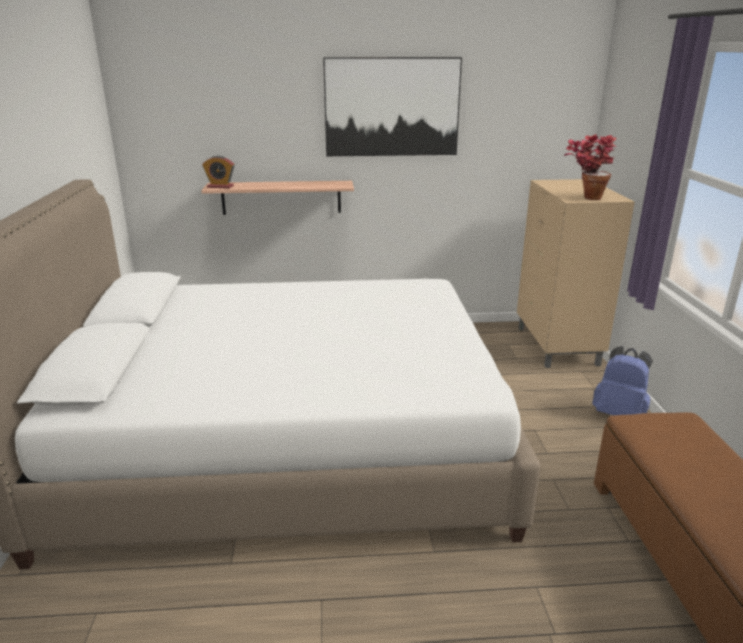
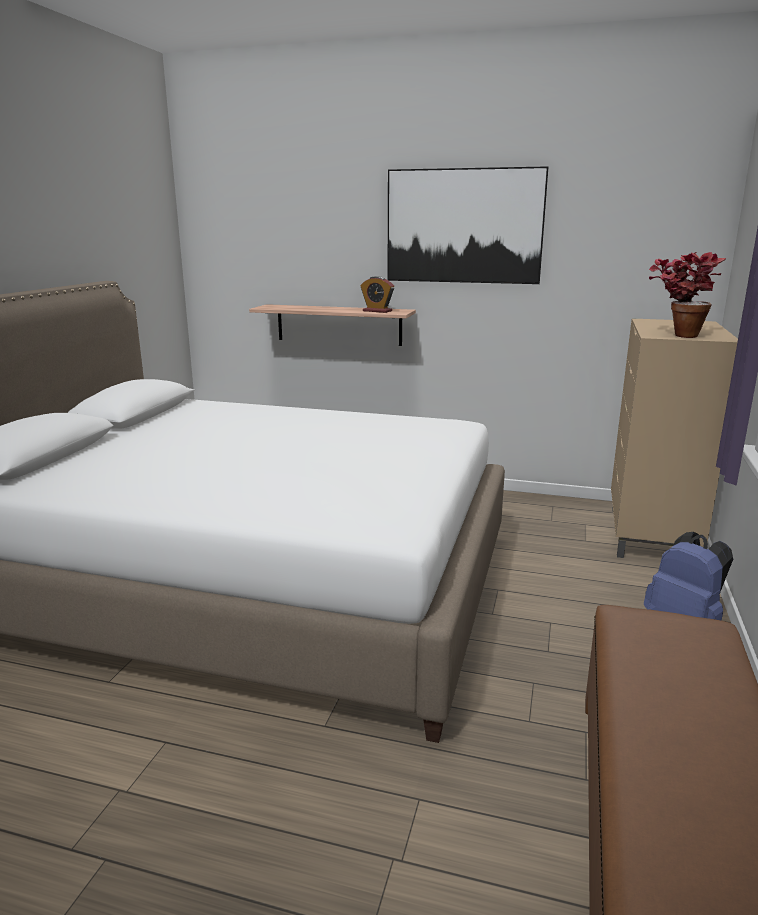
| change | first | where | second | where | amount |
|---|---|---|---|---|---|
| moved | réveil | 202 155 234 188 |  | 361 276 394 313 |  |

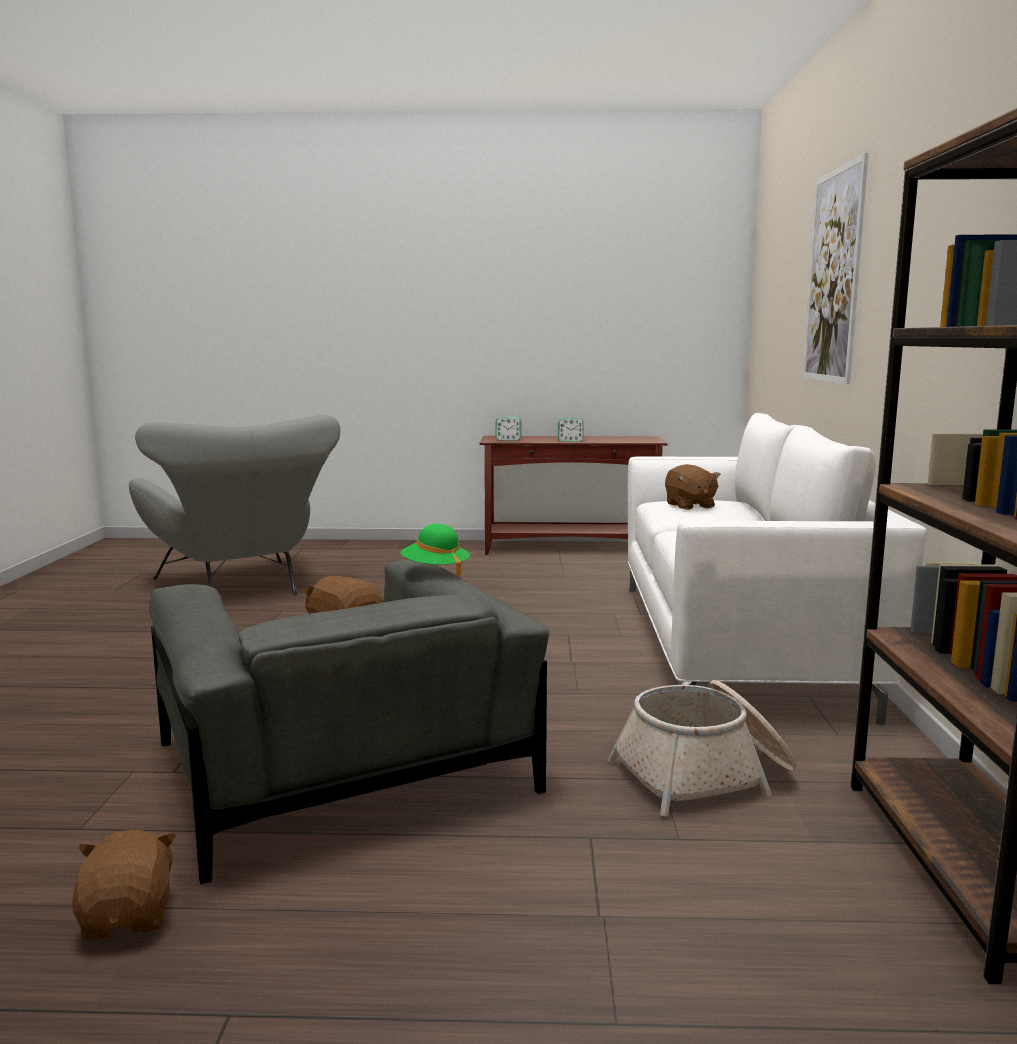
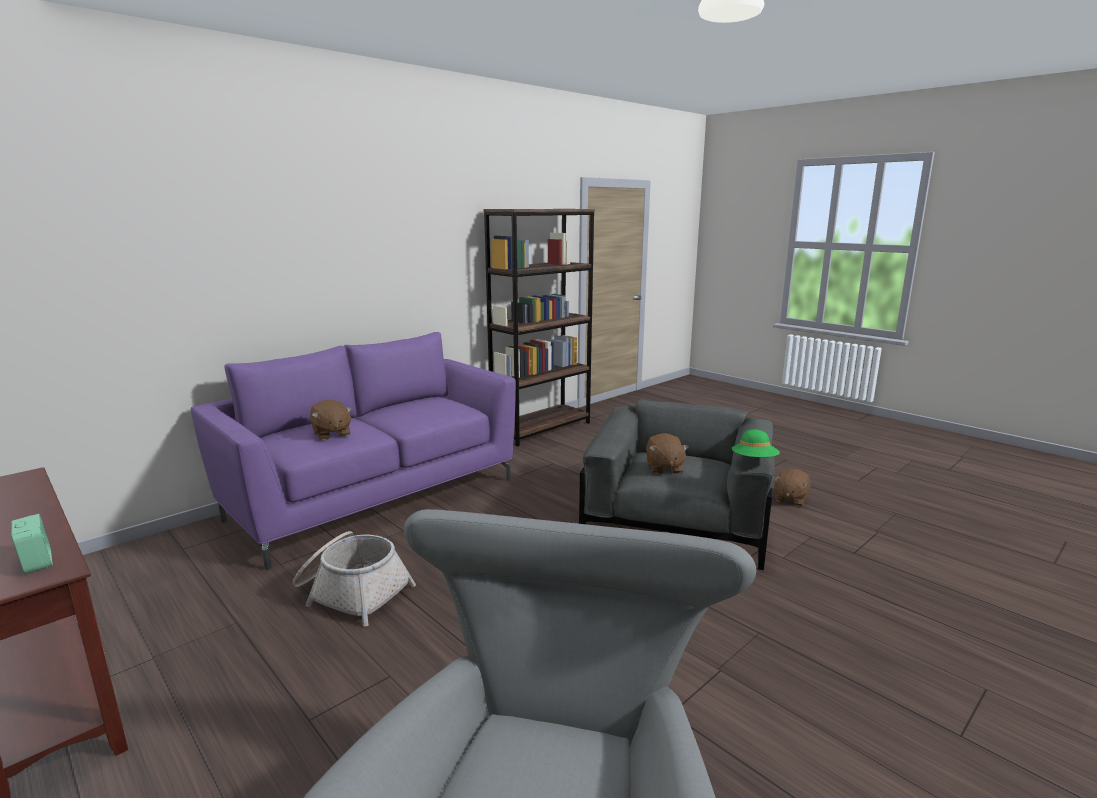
| change | first | where | second | where | amount |
|---|---|---|---|---|---|
| removed | réveil | 557 418 584 442 |  |  |  |
| removed | tableau | 802 153 868 384 |  |  |  |
| moved | chapeau [vert] | 401 524 470 577 |  | 732 430 780 457 |  |
| moved | panier | 608 680 797 817 |  | 293 531 416 627 |  |
| recoloured | canapé [blanc] | 628 413 927 725 | canapé [violet] | 191 332 516 570 |  |
| turned | peluche [marron] | 665 464 721 510 |  | 310 400 352 440 | 120 degrees clockwise |

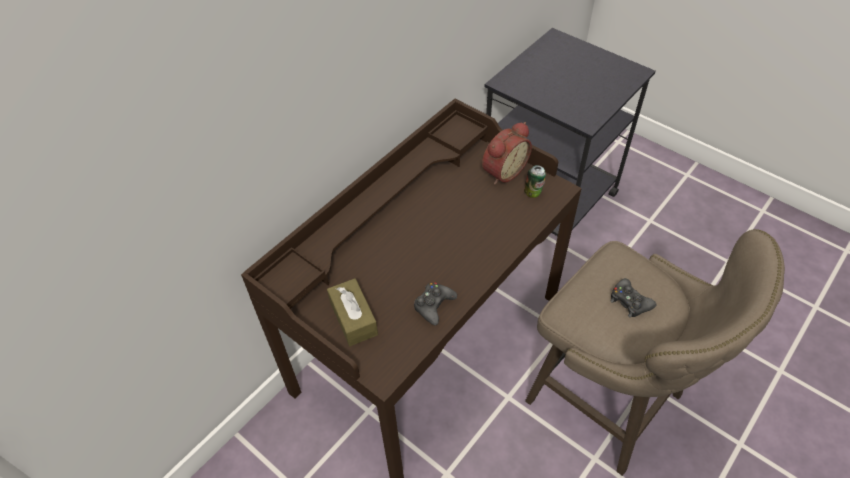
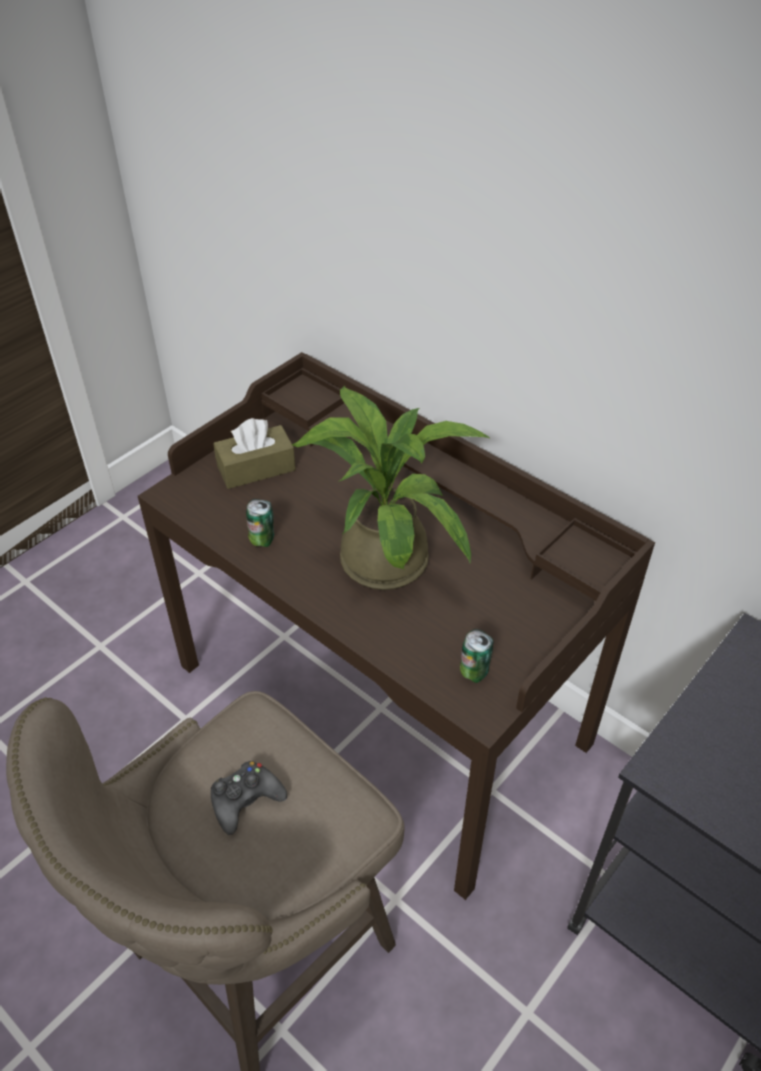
| change | first | where | second | where | amount |
|---|---|---|---|---|---|
| removed | réveil | 482 122 532 185 |  |  |  |
| added |  |  | plante en pot | 292 386 491 590 |  |
| replaced | manette [noir] | 414 283 457 326 | boîte métallique | 246 499 274 547 |  |

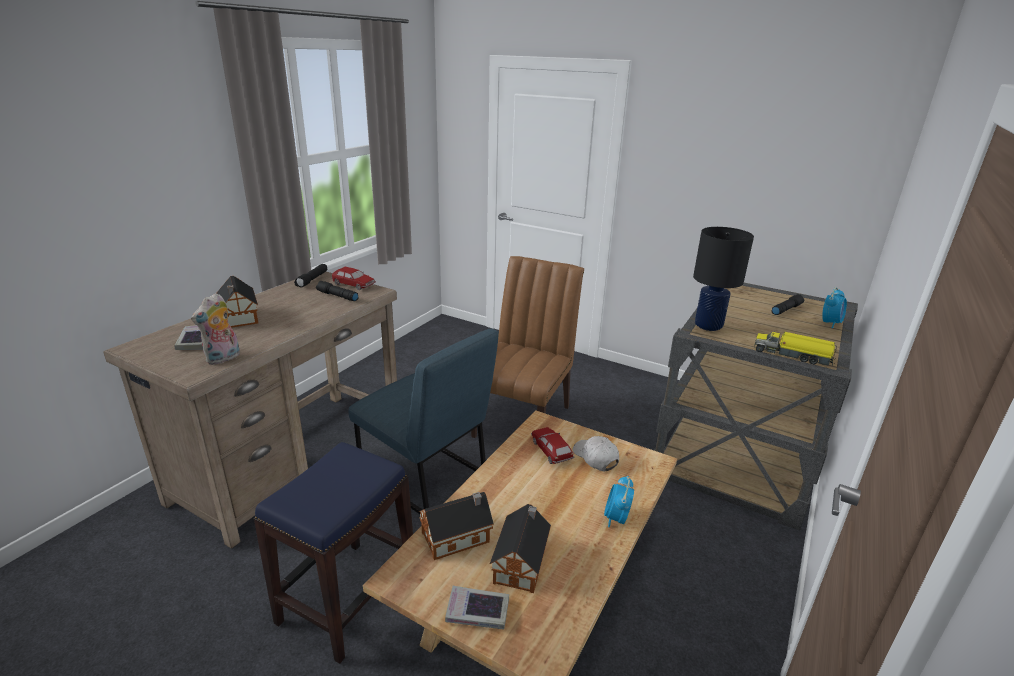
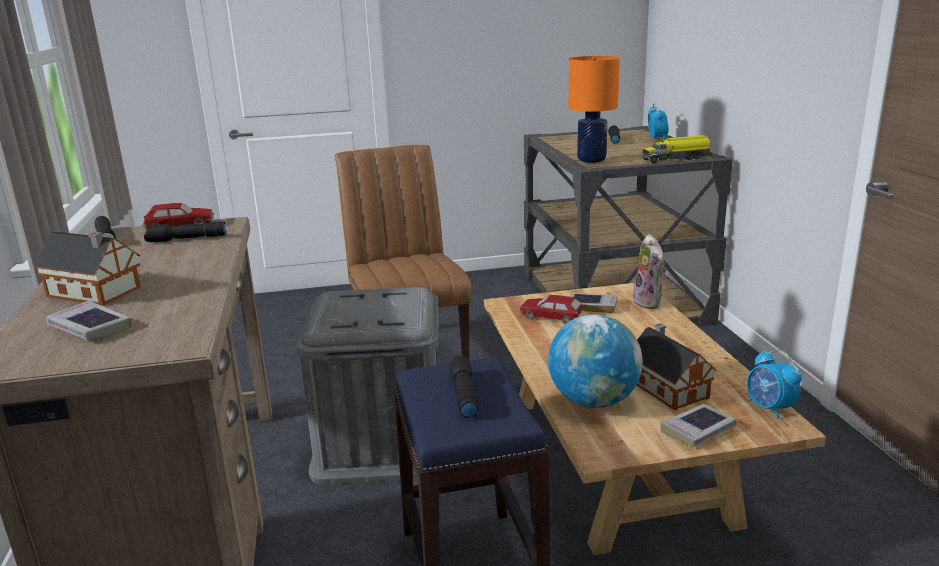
| change | first | where | second | where | amount |
|---|---|---|---|---|---|
| added |  |  | lampe de poche [noir] | 450 355 478 418 |  |
| moved | peluche | 191 293 240 365 |  | 633 234 666 309 |  |
| moved | réveil | 604 475 634 527 |  | 747 350 802 419 |  |
| replaced | chaise [bleu] | 348 328 499 514 | boîte de rangement [gris] | 296 287 439 484 |  |
| replaced | maison miniature | 419 492 494 560 | globe | 548 314 643 408 |  |
| replaced | casquette [blanc] | 573 436 619 472 | livre | 570 292 618 313 |  |
| recoloured | lampe de table [noir] | 693 227 754 331 | lampe de table [orange] | 568 56 620 163 |  |

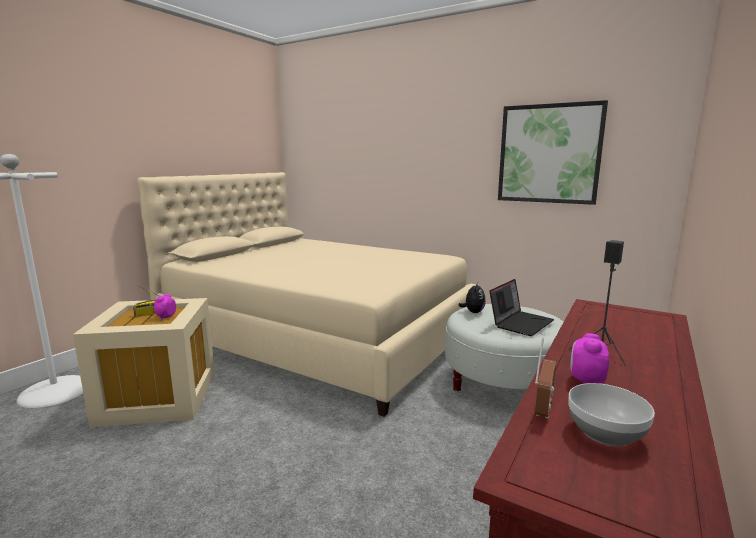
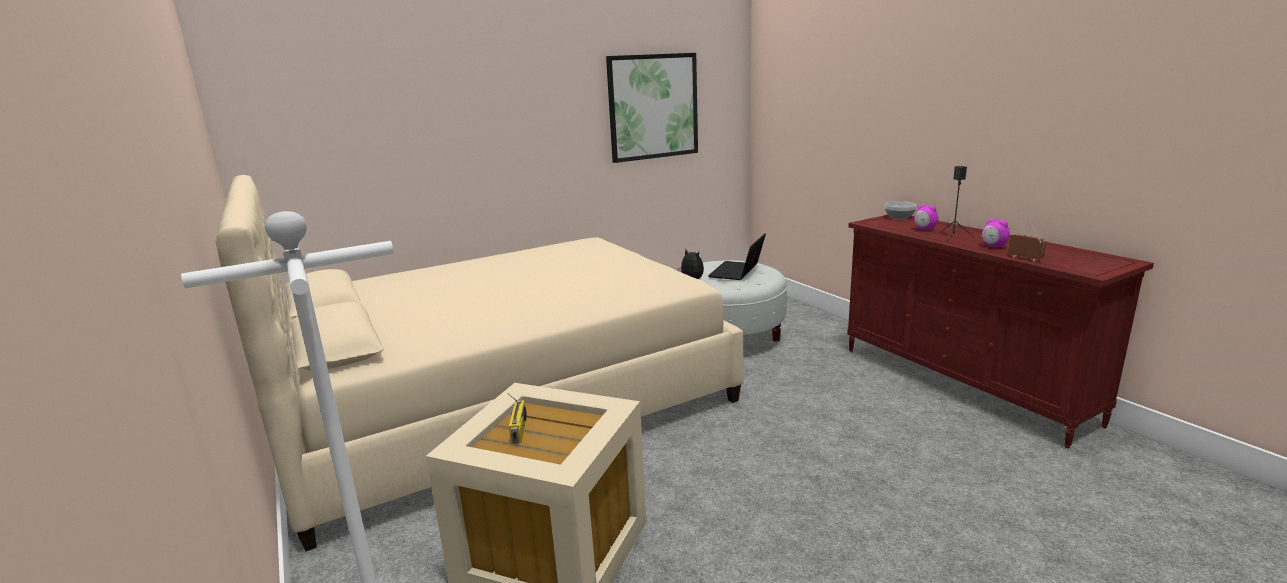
| change | first | where | second | where | amount |
|---|---|---|---|---|---|
| moved | réveil | 154 294 176 319 |  | 914 205 938 230 |  |
| moved | bol | 568 383 655 446 |  | 885 201 916 219 |  |
| turned | ordinateur portable | 489 279 554 336 |  | 708 234 766 280 | 135 degrees counterclockwise |

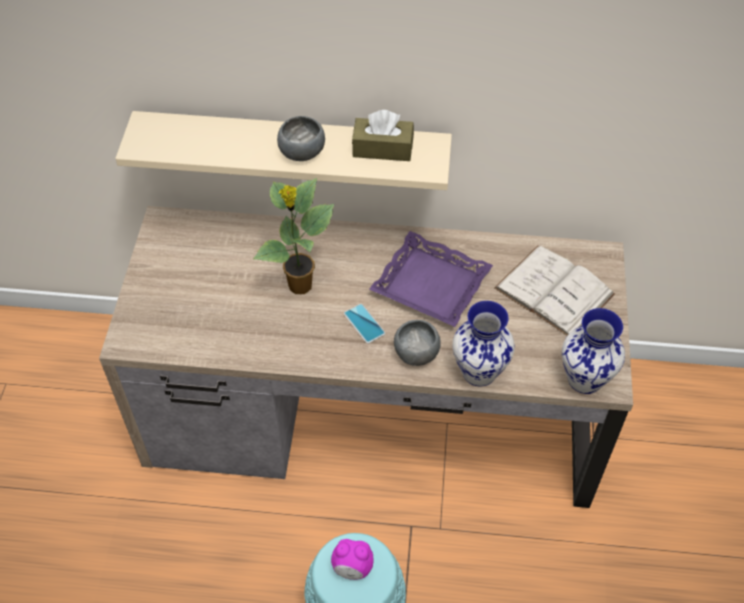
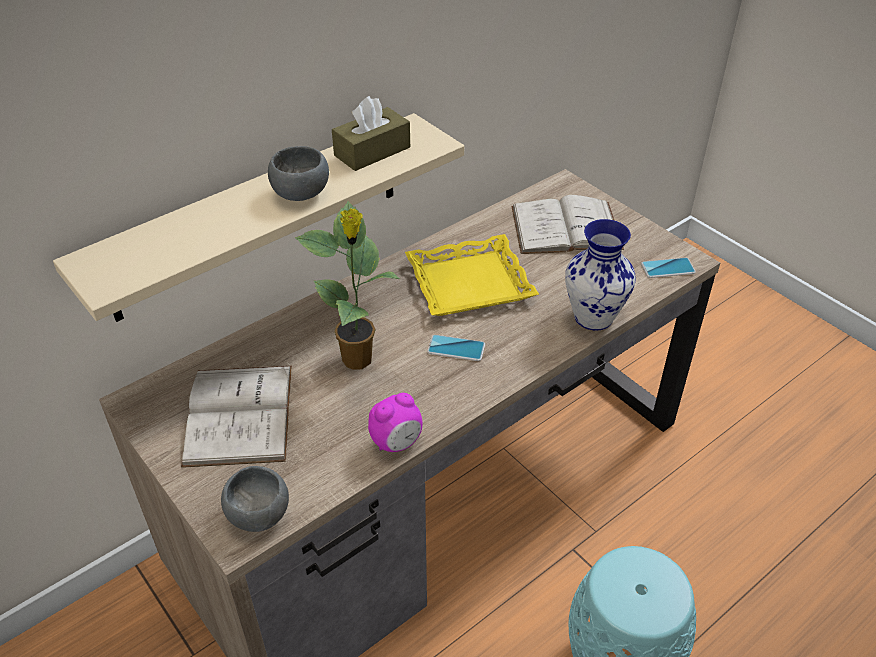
| change | first | where | second | where | amount |
|---|---|---|---|---|---|
| added |  |  | livre [blanc] | 181 366 292 468 |  |
| moved | réveil | 331 539 373 580 |  | 368 393 423 452 |  |
| moved | bol [gris] | 394 320 441 366 |  | 221 466 289 532 |  |
| replaced | vase | 562 308 625 394 | téléphone | 641 258 696 278 |  |
| recoloured | plateau [violet] | 369 231 493 327 | plateau [jaune] | 405 234 539 316 |  |

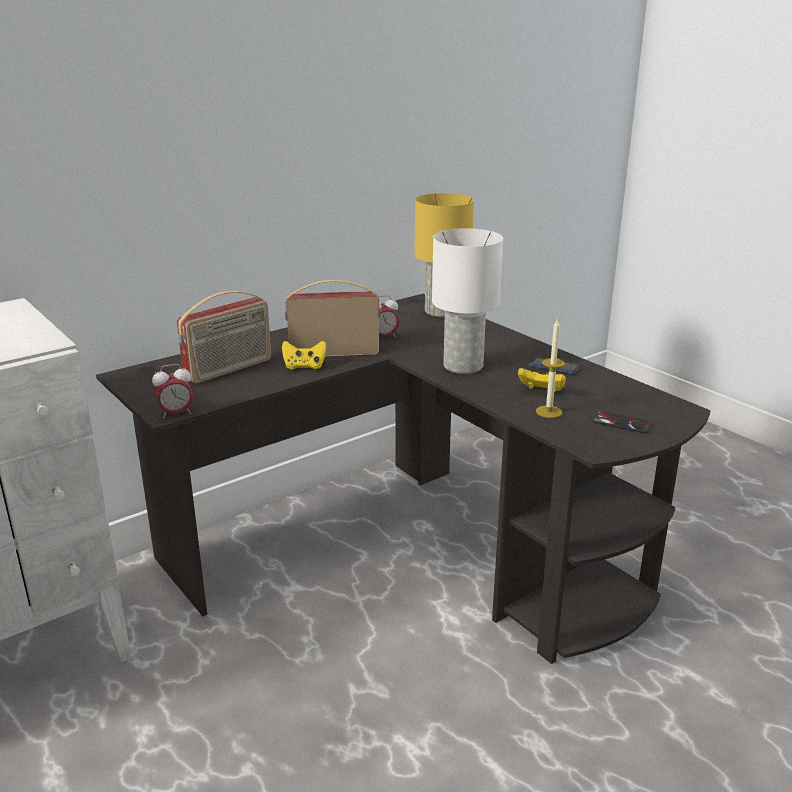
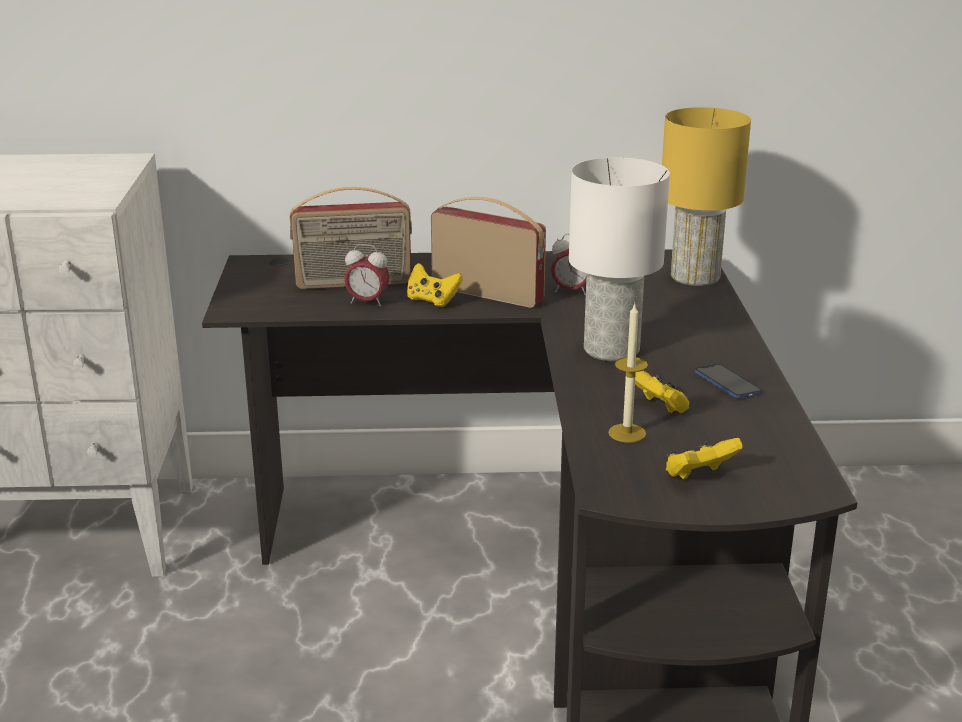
| change | first | where | second | where | amount |
|---|---|---|---|---|---|
| moved | réveil | 152 364 193 419 |  | 344 244 389 306 |  |
| replaced | téléphone | 593 411 652 433 | manette [jaune] | 666 438 743 479 |  |

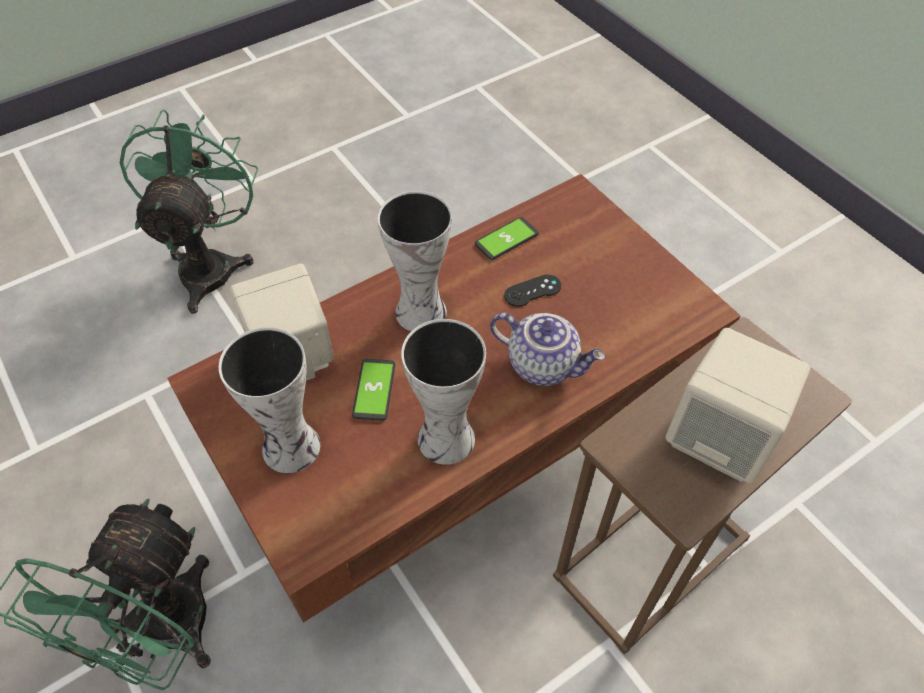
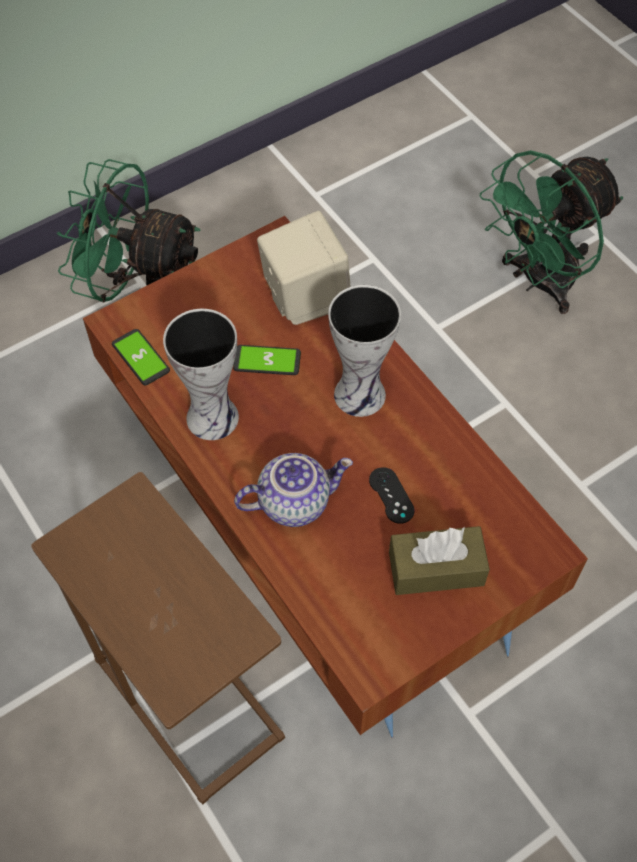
| change | first | where | second | where | amount |
|---|---|---|---|---|---|
| removed | vase | 218 327 321 473 |  |  |  |
| removed | enceinte [beige] | 666 328 810 483 |  |  |  |
| added |  |  | boîte à mouchoirs [marron] | 389 526 490 595 |  |
| moved | téléphone | 475 217 539 260 |  | 112 329 170 385 |  |
| turned | ventilateur [vert] | 120 110 258 314 |  | 479 150 623 314 | 135 degrees clockwise |
| turned | théière | 490 312 605 386 |  | 234 453 353 527 | 135 degrees counterclockwise |

